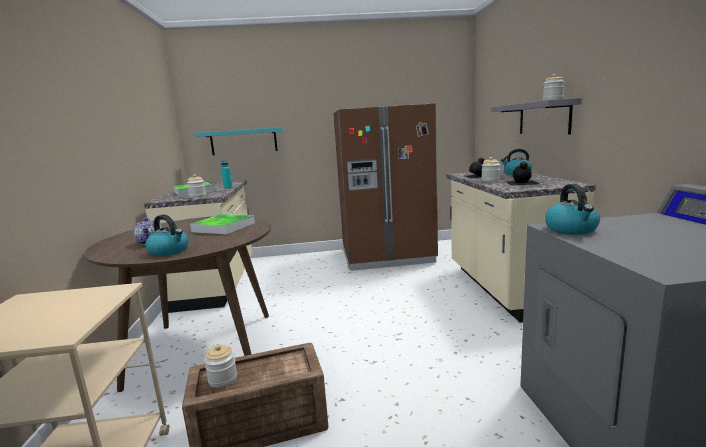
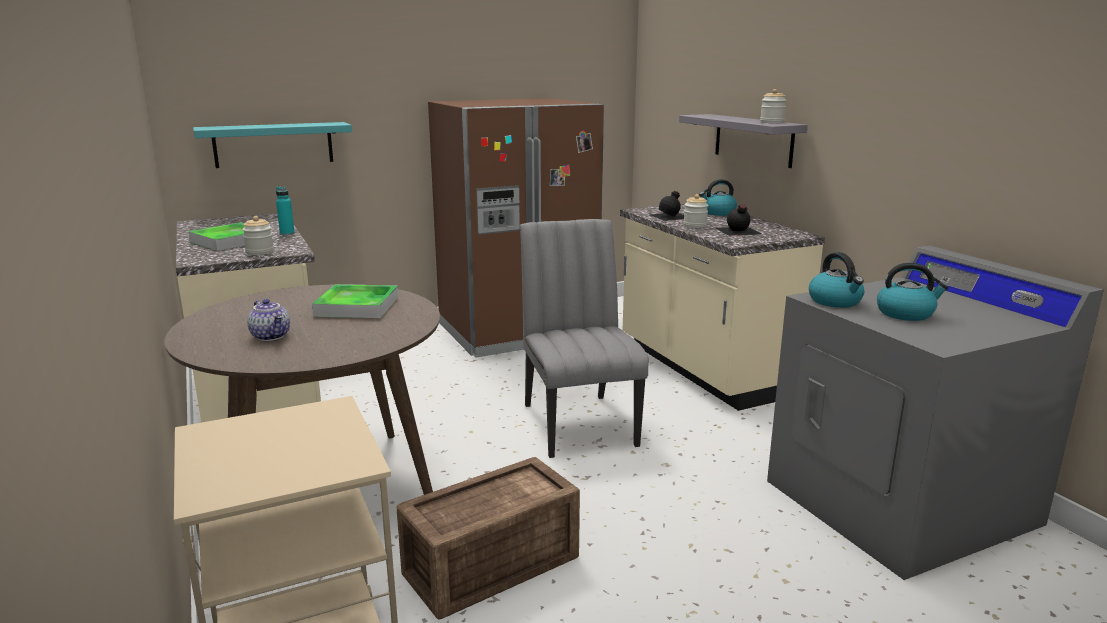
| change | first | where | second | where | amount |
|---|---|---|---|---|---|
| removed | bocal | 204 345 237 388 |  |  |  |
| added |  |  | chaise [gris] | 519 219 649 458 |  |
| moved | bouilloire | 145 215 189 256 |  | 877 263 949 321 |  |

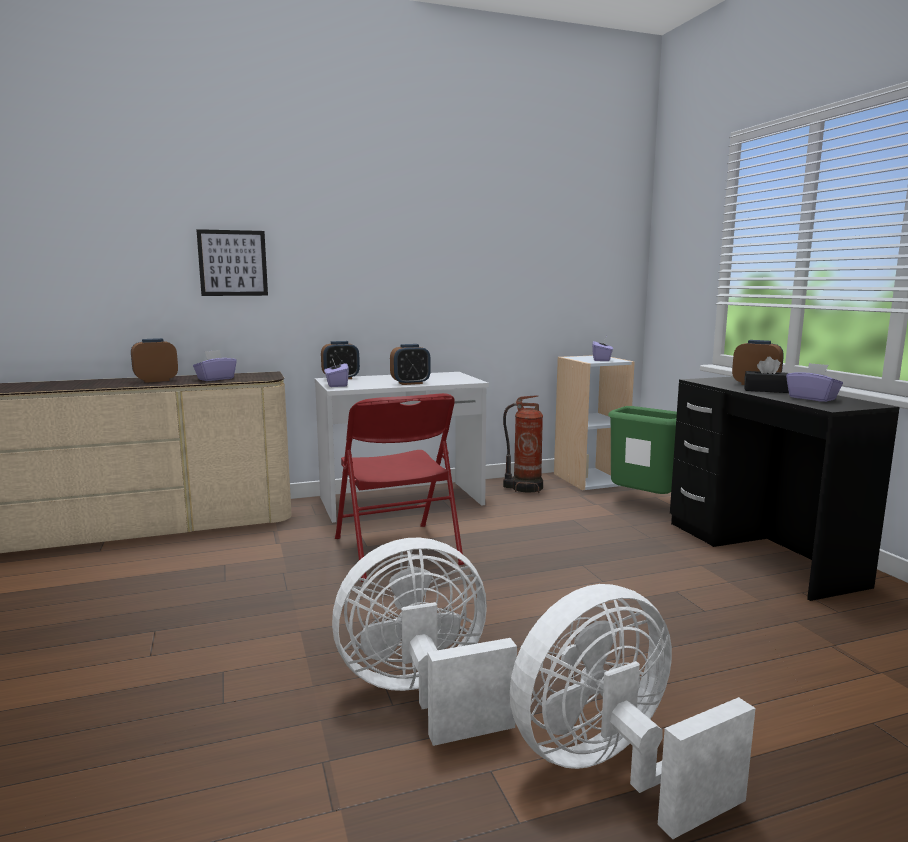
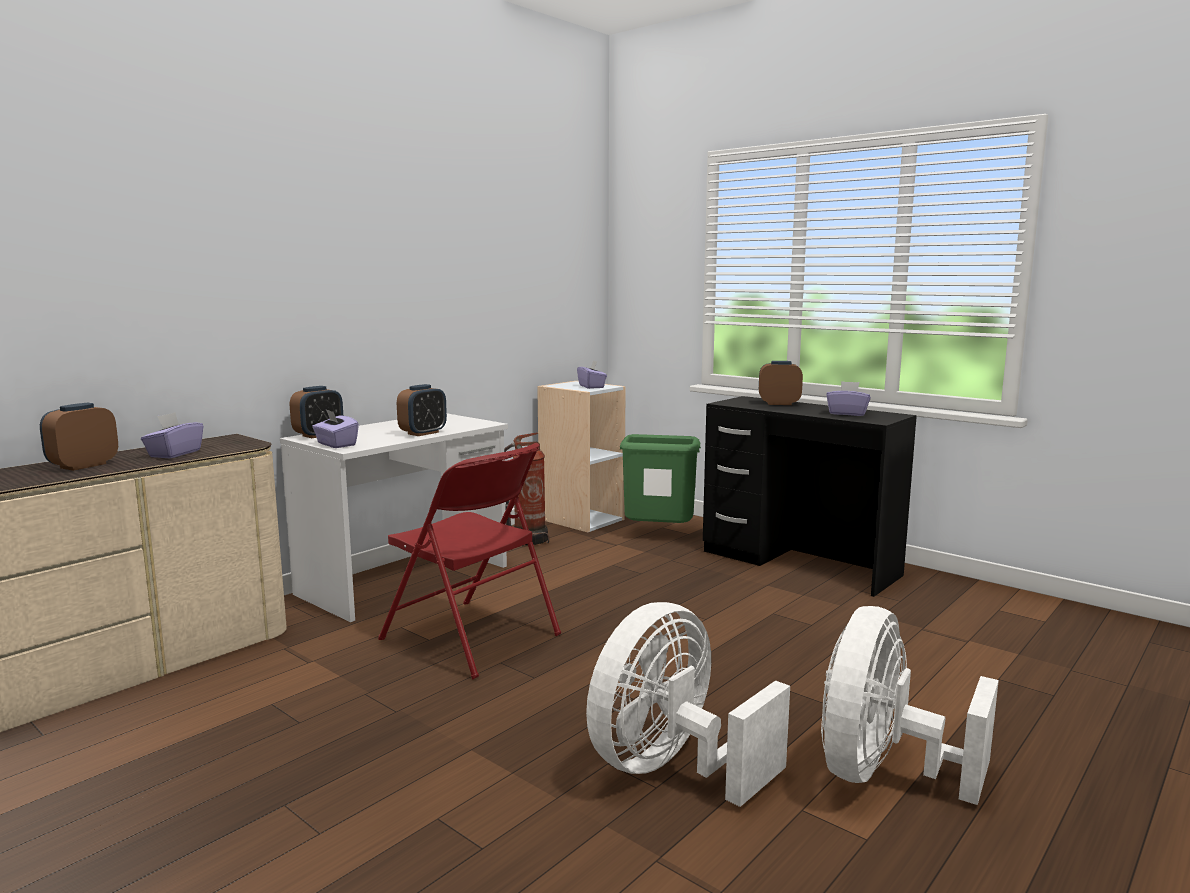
| change | first | where | second | where | amount |
|---|---|---|---|---|---|
| removed | tableau | 196 229 268 296 |  |  |  |
| removed | boîte à mouchoirs [noir] | 744 356 789 393 |  |  |  |

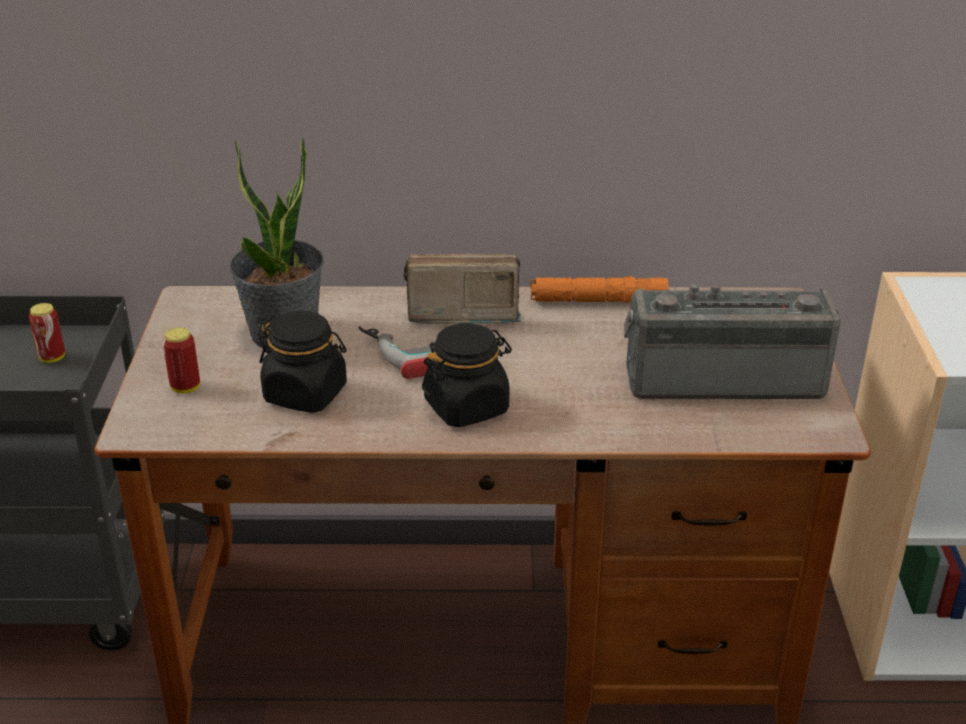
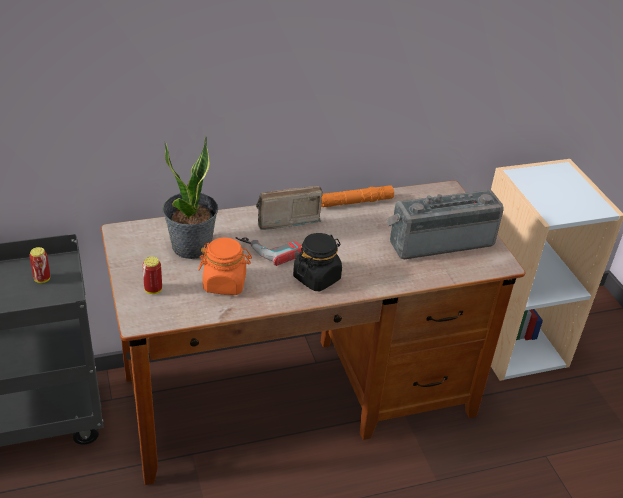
| change | first | where | second | where | amount |
|---|---|---|---|---|---|
| recoloured | bocal [noir] | 259 311 347 413 | bocal [orange] | 198 237 252 295 |  |

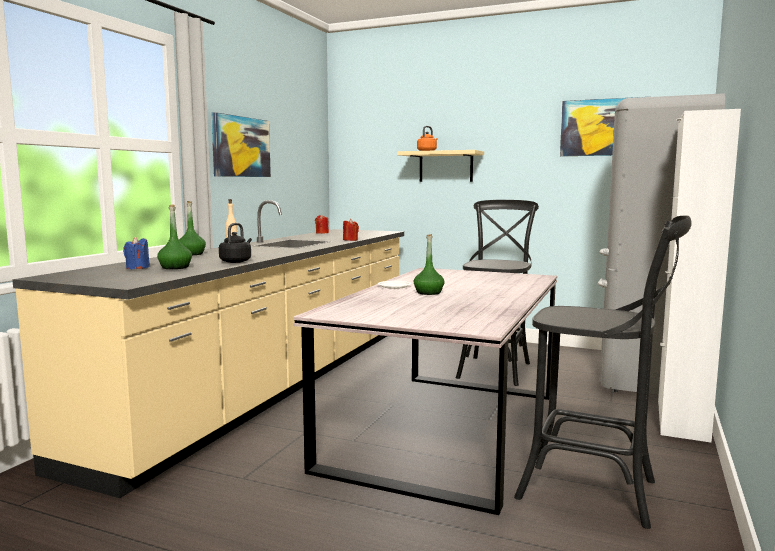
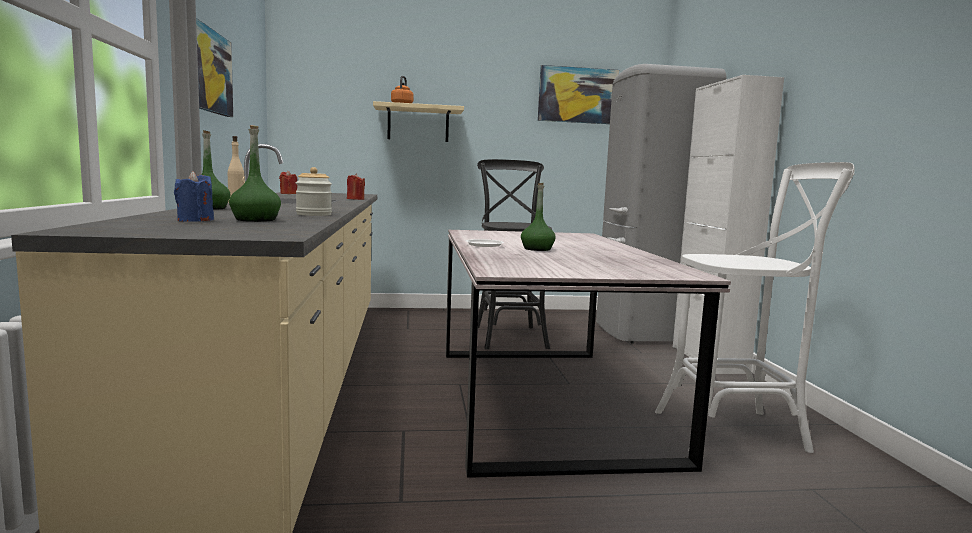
| change | first | where | second | where | amount |
|---|---|---|---|---|---|
| replaced | bouilloire [noir] | 219 223 252 263 | bocal | 296 167 332 216 |  |
| recoloured | tabouret [noir] | 514 215 692 529 | tabouret [blanc] | 655 162 855 453 |  |

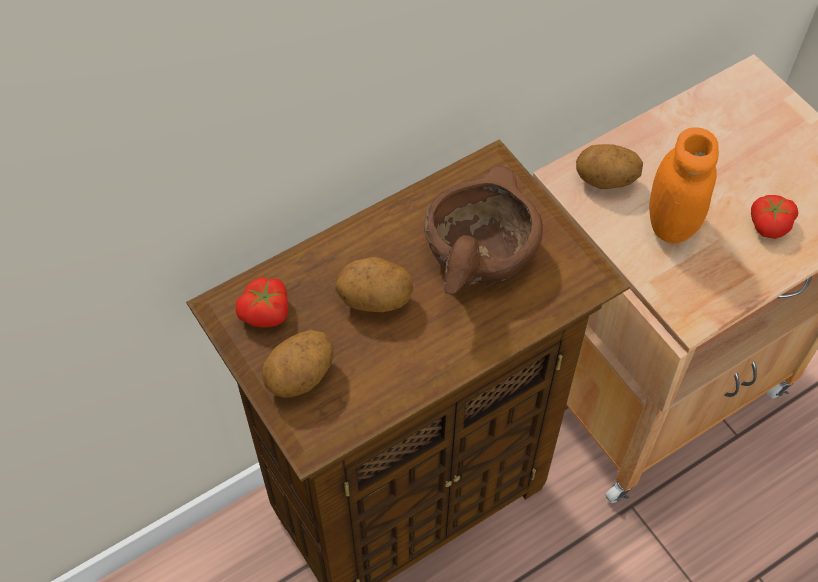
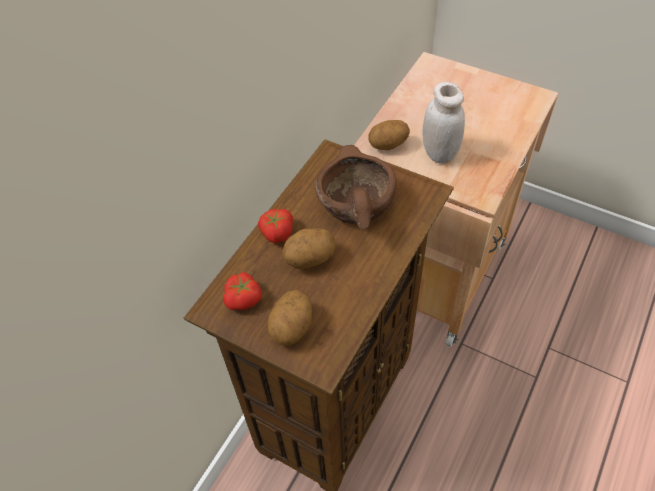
| change | first | where | second | where | amount |
|---|---|---|---|---|---|
| moved | tomate | 751 195 798 239 |  | 258 209 293 243 |  |
| recoloured | bocal [orange] | 649 127 719 243 | bocal [blanc] | 422 82 465 164 |  |

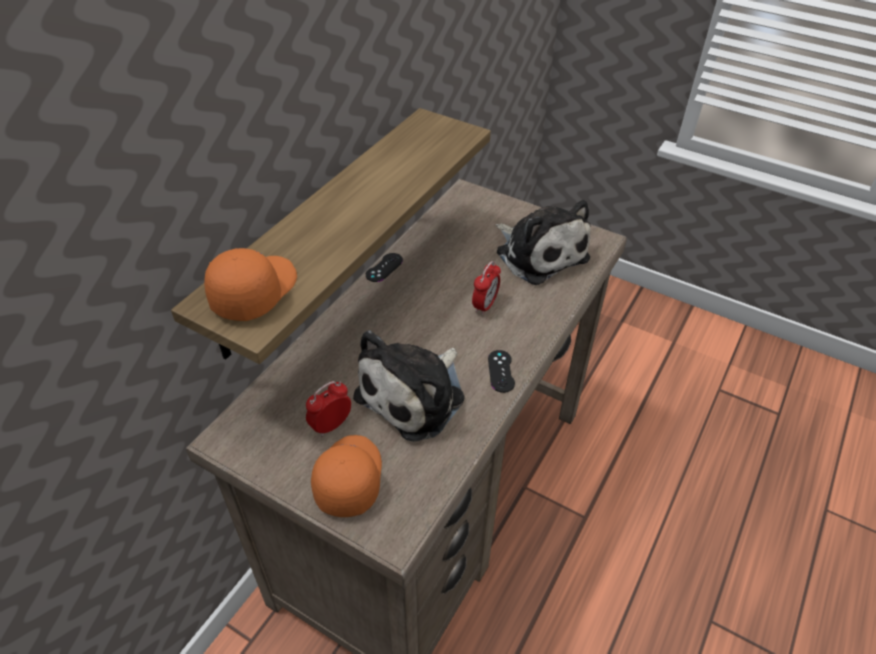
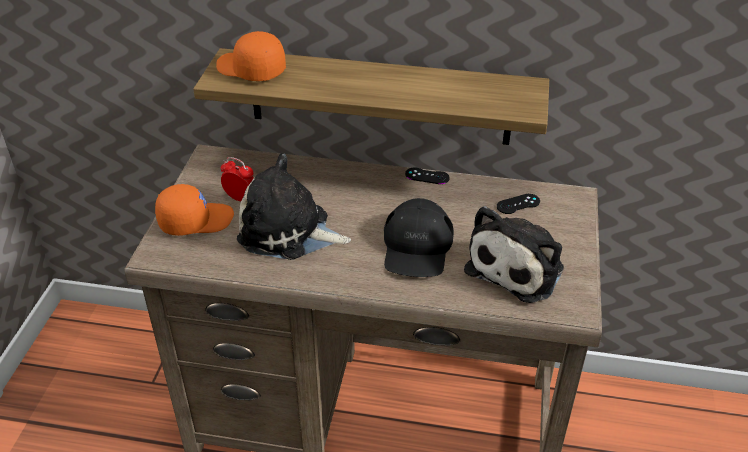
| change | first | where | second | where | amount |
|---|---|---|---|---|---|
| moved | manette [noir] | 488 350 515 393 |  | 497 194 540 214 |  |
| replaced | réveil | 472 261 501 315 | casquette [noir] | 384 198 454 277 |  |
| turned | casquette [orange] | 204 248 297 321 |  | 216 31 286 81 | 150 degrees counterclockwise |

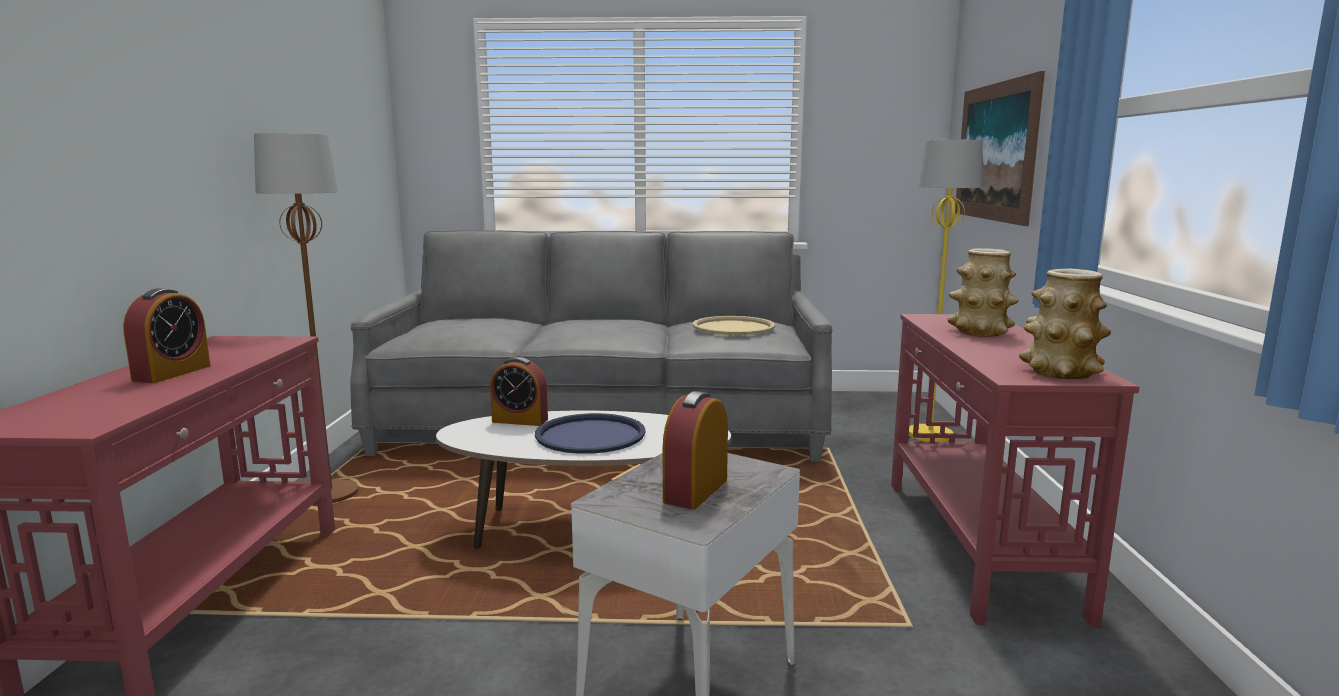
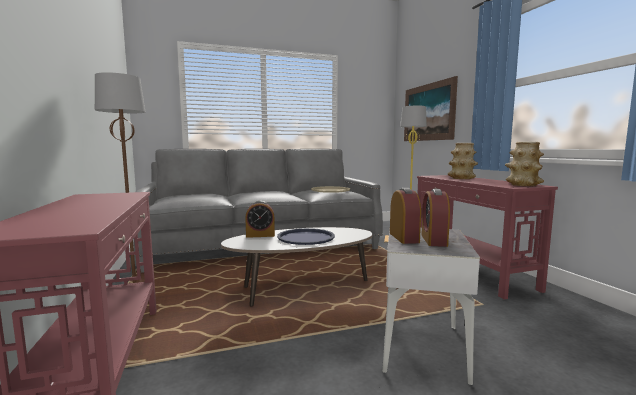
| change | first | where | second | where | amount |
|---|---|---|---|---|---|
| moved | réveil | 123 288 211 383 |  | 390 188 421 244 |  |

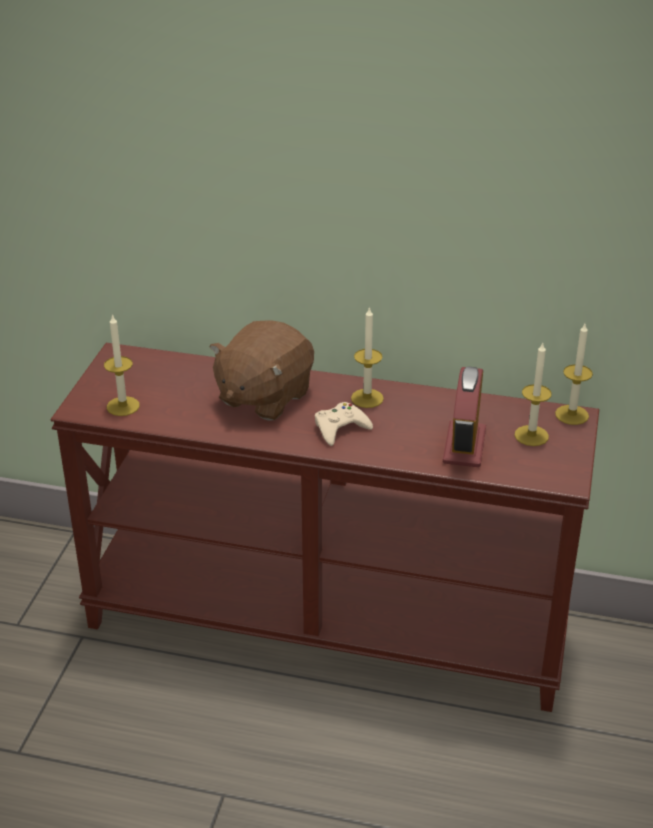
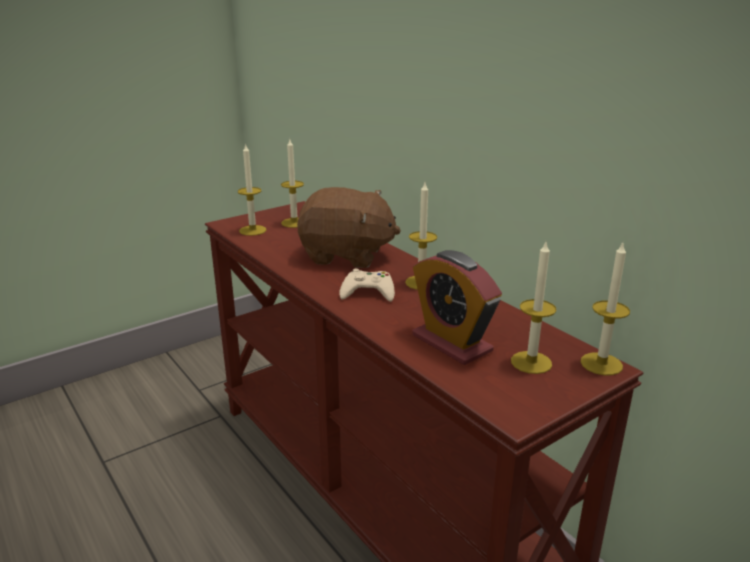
| change | first | where | second | where | amount |
|---|---|---|---|---|---|
| added |  |  | bougie | 281 139 304 228 |  |
| turned | peluche [marron] | 209 320 314 421 |  | 297 187 401 268 | 150 degrees counterclockwise |
| turned | réveil | 443 366 486 467 |  | 412 250 502 365 | 90 degrees counterclockwise |

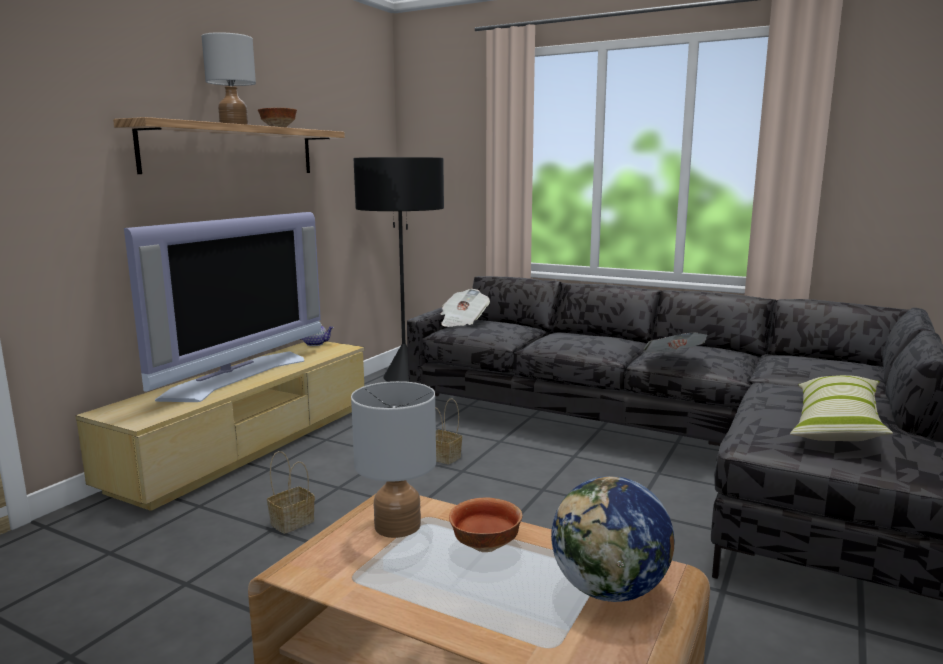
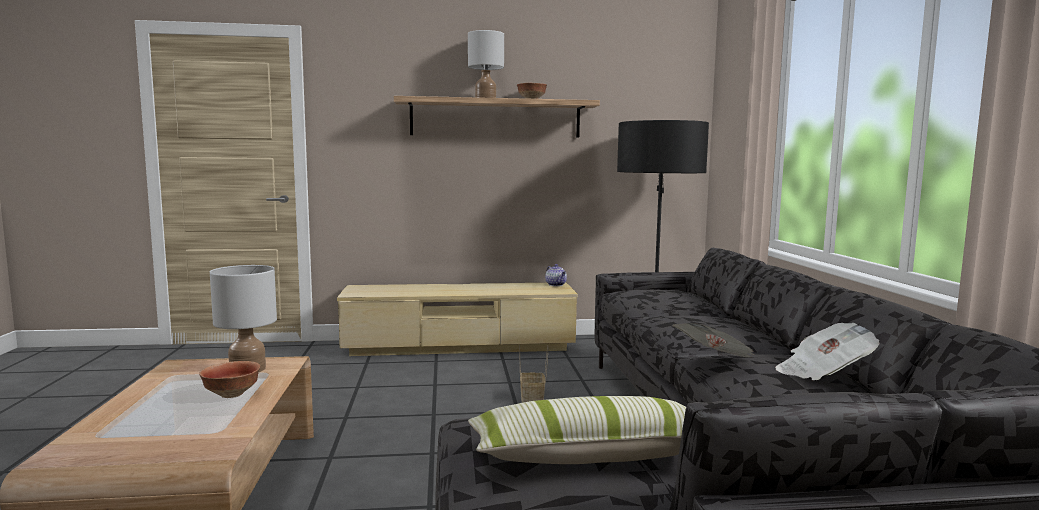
| change | first | where | second | where | amount |
|---|---|---|---|---|---|
| removed | téléviseur | 124 212 321 402 |  |  |  |
| removed | panier | 267 451 315 534 |  |  |  |
| removed | globe | 551 476 675 602 |  |  |  |
| moved | journal | 441 289 490 327 |  | 775 323 879 380 |  |

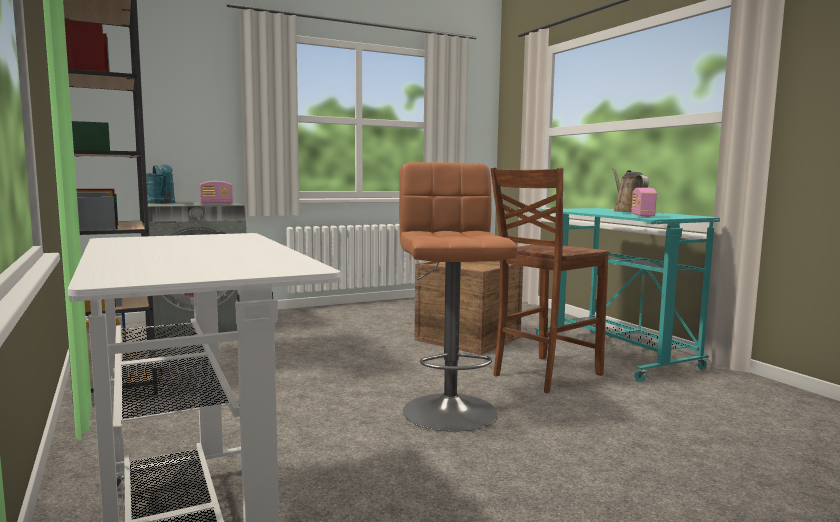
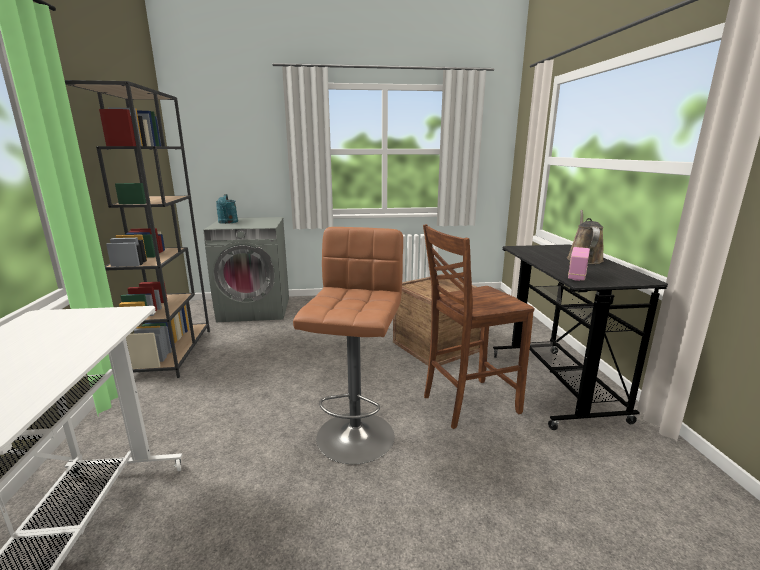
| change | first | where | second | where | amount |
|---|---|---|---|---|---|
| removed | radio | 200 181 233 205 |  |  |  |
| recoloured | bureau [turquoise] | 535 208 720 382 | bureau [noir] | 493 245 668 430 |  |

